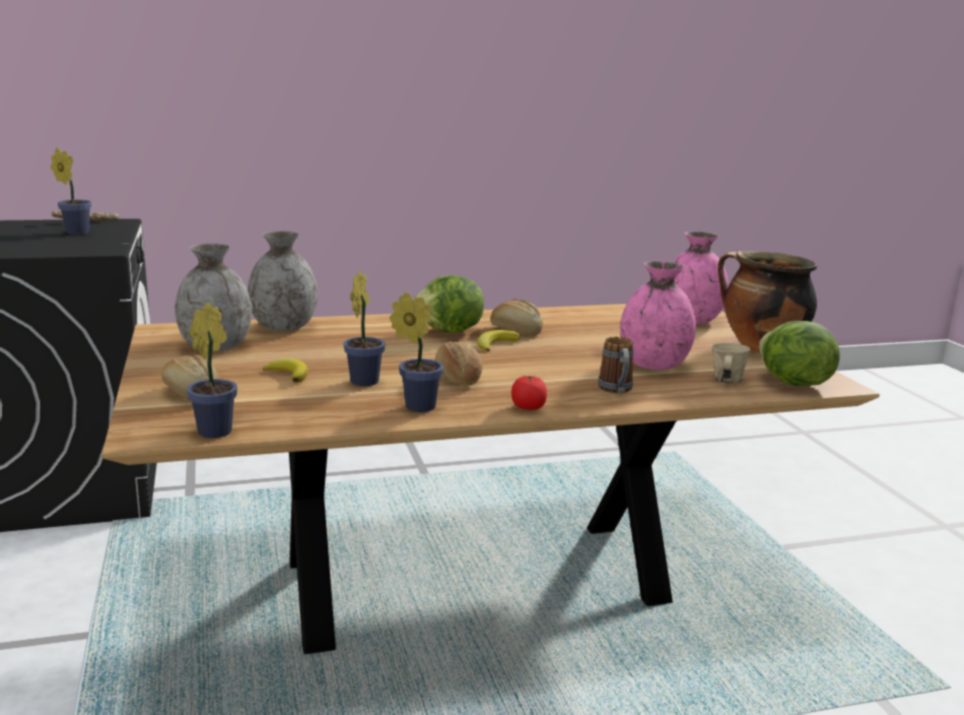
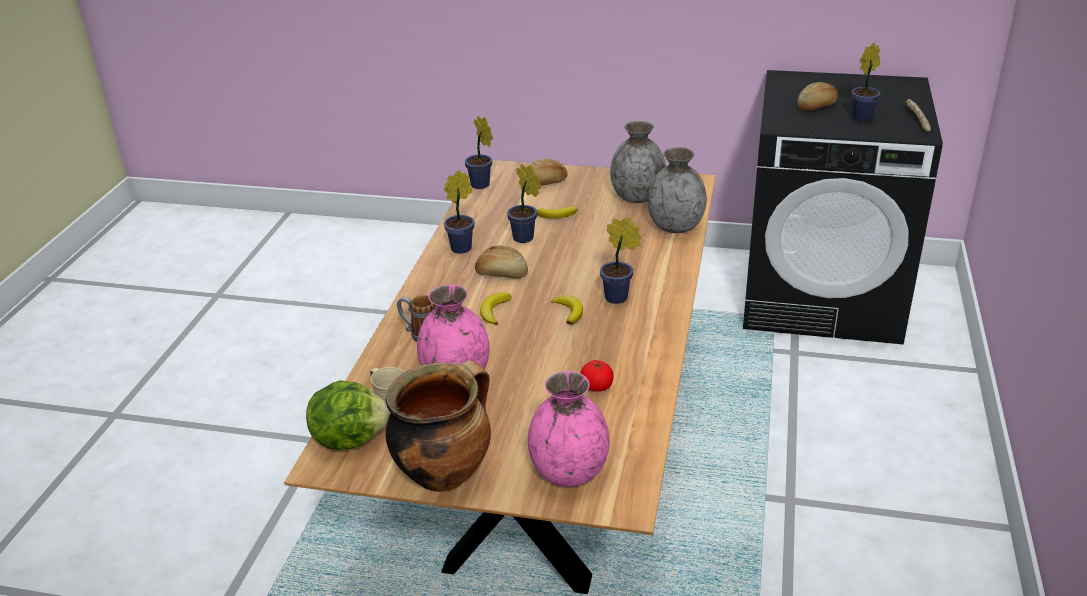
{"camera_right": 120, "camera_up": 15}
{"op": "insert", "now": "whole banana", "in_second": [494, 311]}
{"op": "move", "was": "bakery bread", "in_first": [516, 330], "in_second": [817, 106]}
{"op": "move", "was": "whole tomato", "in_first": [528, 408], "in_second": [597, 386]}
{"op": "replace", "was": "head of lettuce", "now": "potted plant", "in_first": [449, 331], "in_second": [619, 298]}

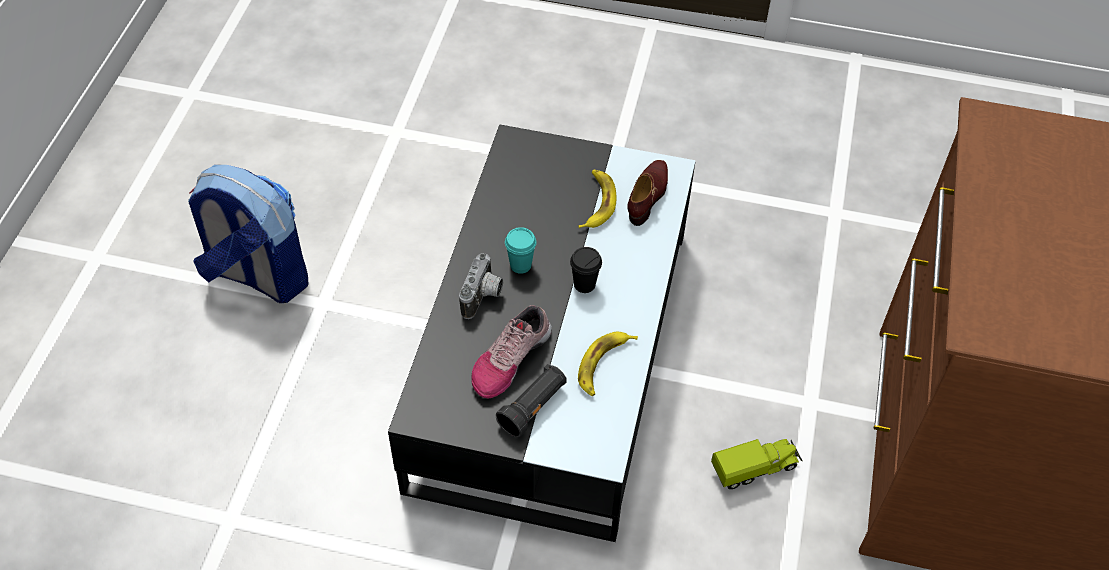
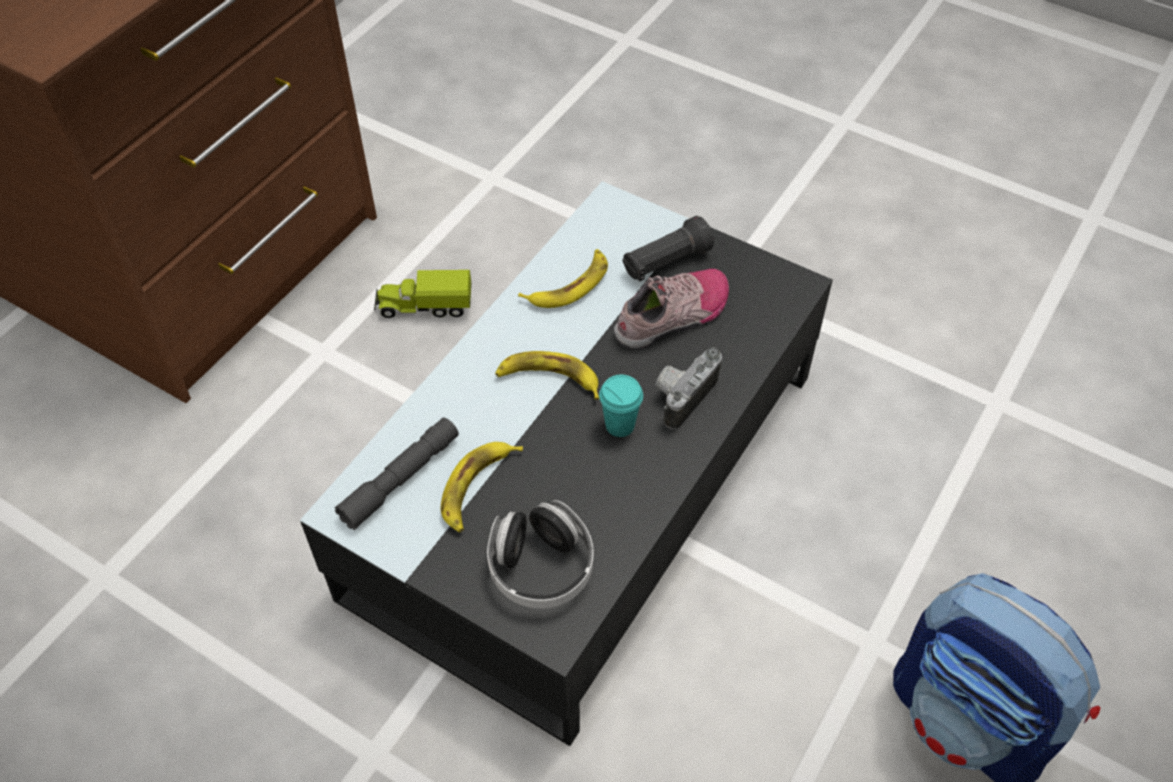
{"camera_right": -160, "camera_up": 0}
{"op": "insert", "now": "headset", "in_second": [541, 568]}
{"op": "replace", "was": "black small cup", "now": "whole banana", "in_first": [584, 284], "in_second": [548, 378]}
{"op": "replace", "was": "brownish shoe", "now": "greyish flashlight", "in_first": [648, 196], "in_second": [400, 479]}

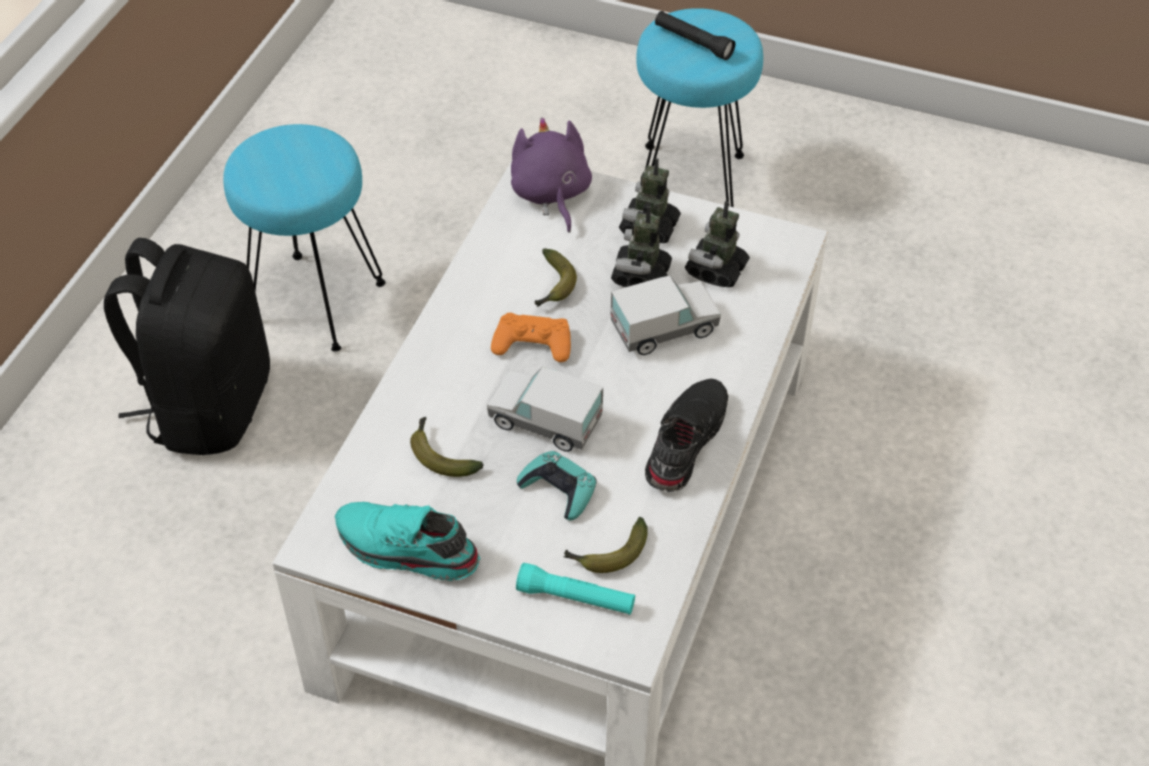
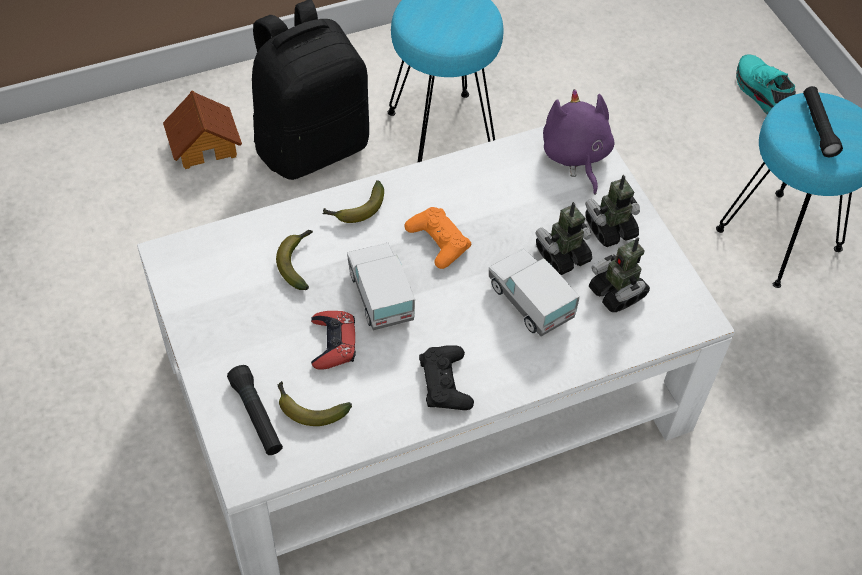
{"camera_right": 45, "camera_up": 5}
{"op": "insert", "now": "miniature house", "in_second": [205, 144]}
{"op": "move", "was": "turquoise shoe", "in_first": [405, 551], "in_second": [761, 94]}
{"op": "move", "was": "whole banana", "in_first": [553, 286], "in_second": [355, 210]}
{"op": "replace", "was": "black shoe", "now": "black game controller", "in_first": [683, 441], "in_second": [445, 382]}
{"op": "recolor", "was": "turquoise flashlight", "now": "black flashlight", "in_first": [575, 598], "in_second": [257, 416]}
{"op": "recolor", "was": "turquoise game controller", "now": "red-coloured game controller", "in_first": [558, 490], "in_second": [333, 343]}
{"op": "rotate", "was": "purple-coloured soft toy", "in_first": [551, 194], "in_second": [575, 156], "clockwise": -45}
{"op": "rotate", "was": "toy truck", "in_first": [664, 329], "in_second": [530, 302], "clockwise": -150}
{"op": "rotate", "was": "robot figure", "in_first": [716, 270], "in_second": [617, 293], "clockwise": -105}

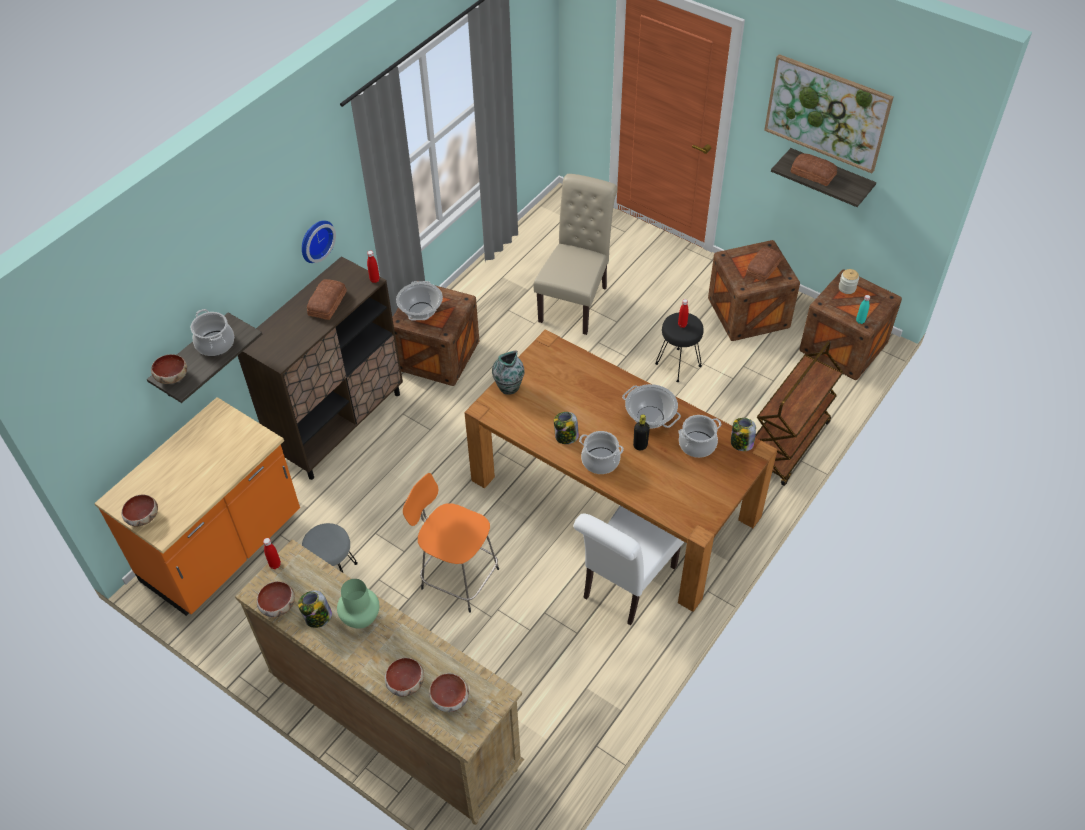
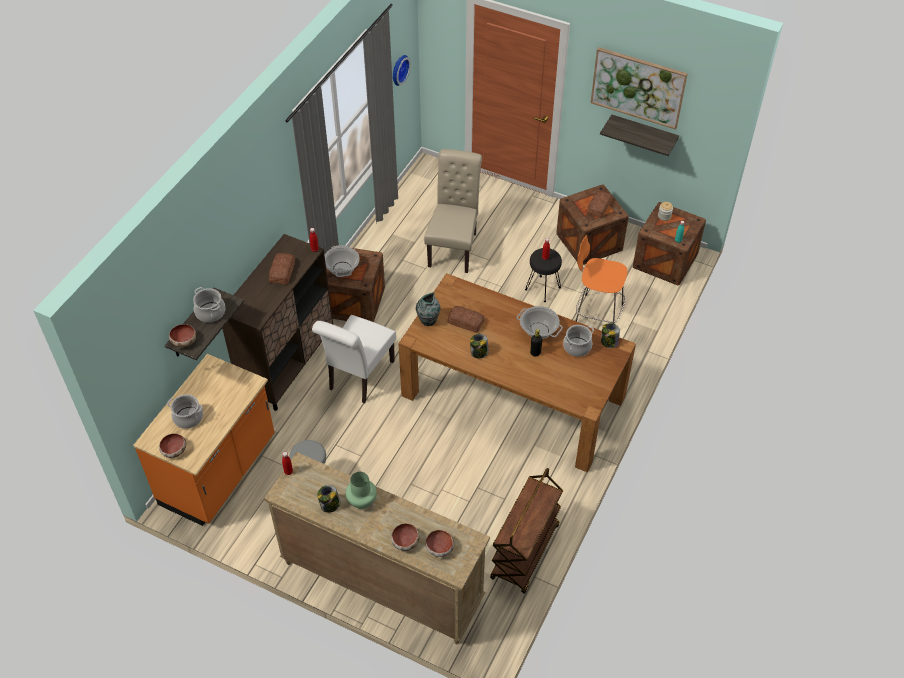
{"camera_right": -10, "camera_up": 0}
{"op": "delete", "was": "serving bowl", "in_first": [278, 606]}
{"op": "move", "was": "wall clock", "in_first": [315, 240], "in_second": [398, 69]}
{"op": "move", "was": "orange-coloured stool", "in_first": [457, 577], "in_second": [597, 313]}
{"op": "move", "was": "whitish upright chair", "in_first": [625, 585], "in_second": [358, 378]}
{"op": "move", "was": "stockpot", "in_first": [600, 461], "in_second": [188, 418]}
{"op": "move", "was": "brownish wheeled cart", "in_first": [788, 445], "in_second": [525, 552]}
{"op": "move", "was": "bakery bread", "in_first": [813, 173], "in_second": [465, 321]}

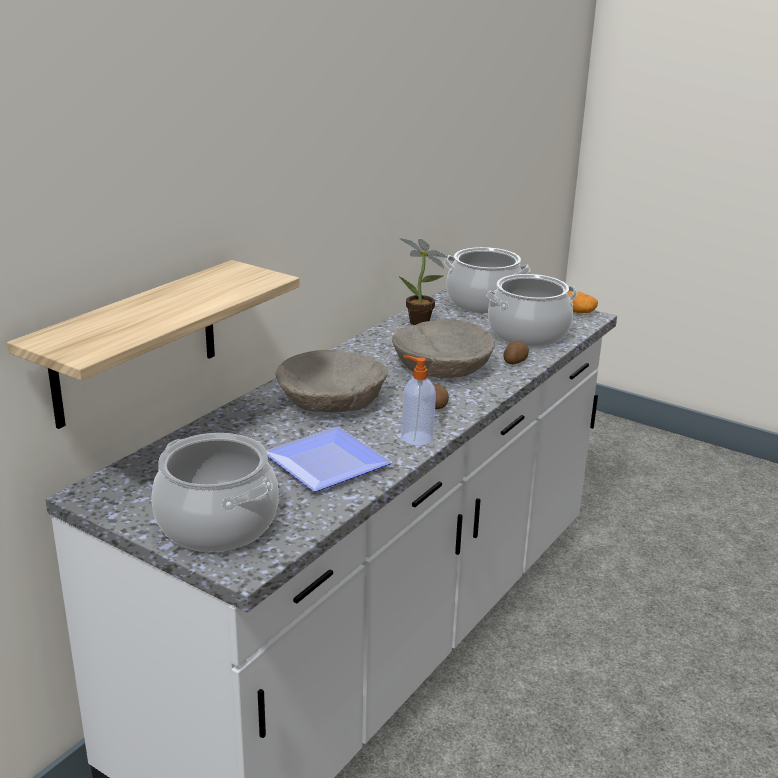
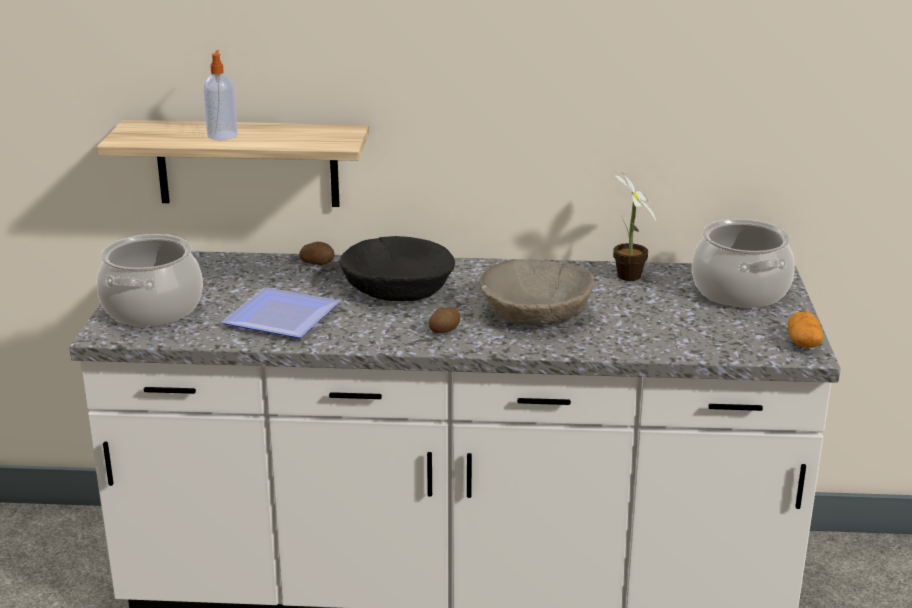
{"camera_right": 60, "camera_up": 0}
{"op": "delete", "was": "stockpot", "in_first": [528, 333]}
{"op": "move", "was": "liquid soap bottle", "in_first": [416, 438], "in_second": [222, 135]}
{"op": "move", "was": "whole potato", "in_first": [514, 361], "in_second": [317, 262]}
{"op": "recolor", "was": "beige serving bowl", "now": "black serving bowl", "in_first": [331, 401], "in_second": [397, 288]}

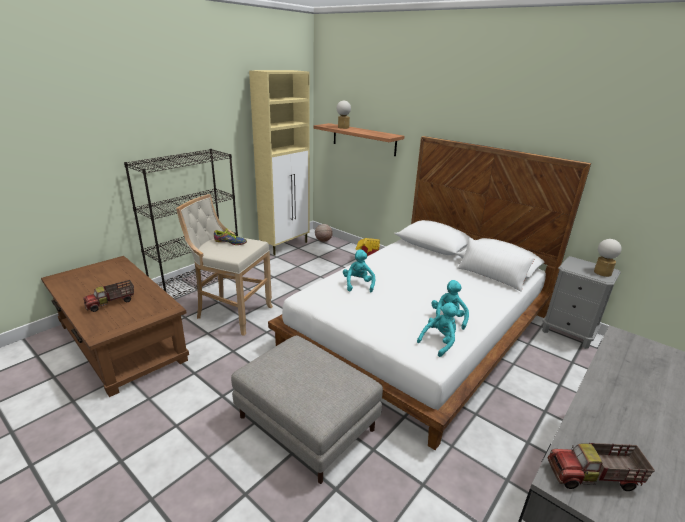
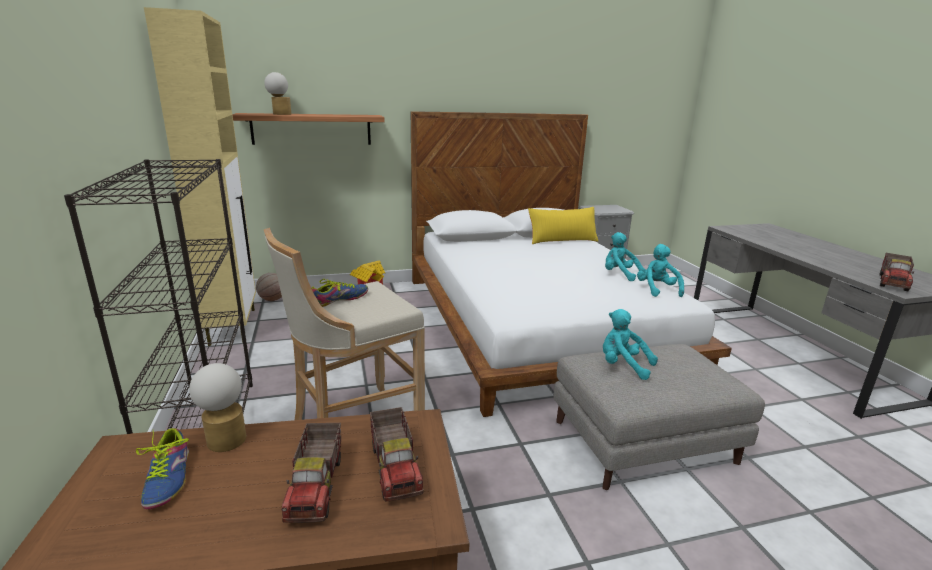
{"camera_right": -55, "camera_up": -5}
{"op": "insert", "now": "shoe", "in_second": [168, 478]}
{"op": "insert", "now": "toy truck", "in_second": [396, 467]}
{"op": "move", "was": "turquoise soft toy", "in_first": [358, 284], "in_second": [623, 366]}
{"op": "move", "was": "tabletop lamp", "in_first": [602, 272], "in_second": [226, 437]}
{"op": "recolor", "was": "whitish pillow", "now": "yellow-coloured pillow", "in_first": [491, 277], "in_second": [562, 240]}

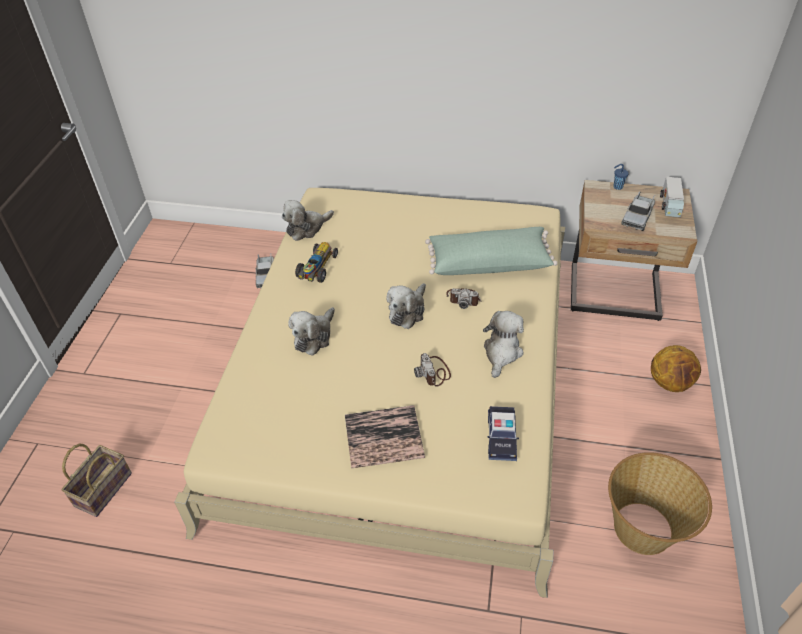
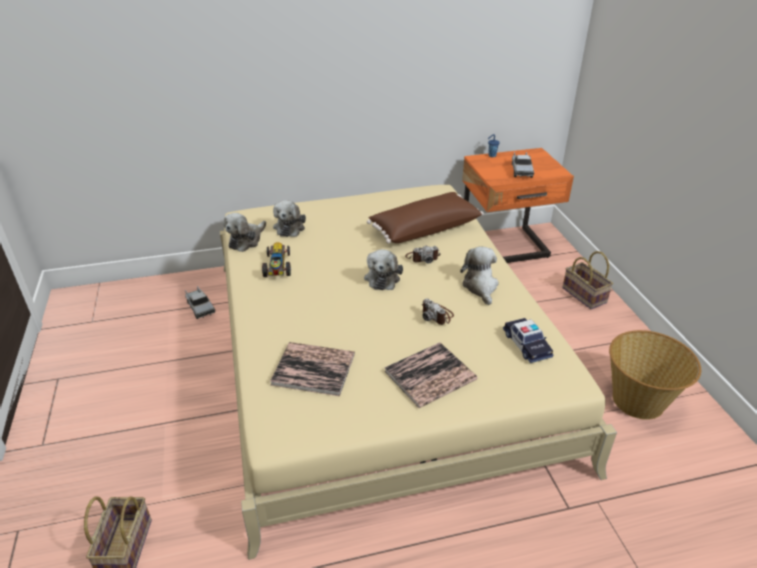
{"camera_right": -25, "camera_up": -10}
{"op": "delete", "was": "toy truck", "in_first": [670, 205]}
{"op": "insert", "now": "bound book", "in_second": [313, 369]}
{"op": "move", "was": "soft toy", "in_first": [314, 336], "in_second": [290, 227]}
{"op": "replace", "was": "basketball ball", "now": "basket", "in_first": [670, 383], "in_second": [585, 295]}
{"op": "recolor", "was": "green pillow", "now": "brownish pillow", "in_first": [488, 262], "in_second": [424, 228]}
{"op": "recolor", "was": "beige nightstand", "now": "orange-coloured nightstand", "in_first": [615, 295], "in_second": [505, 249]}

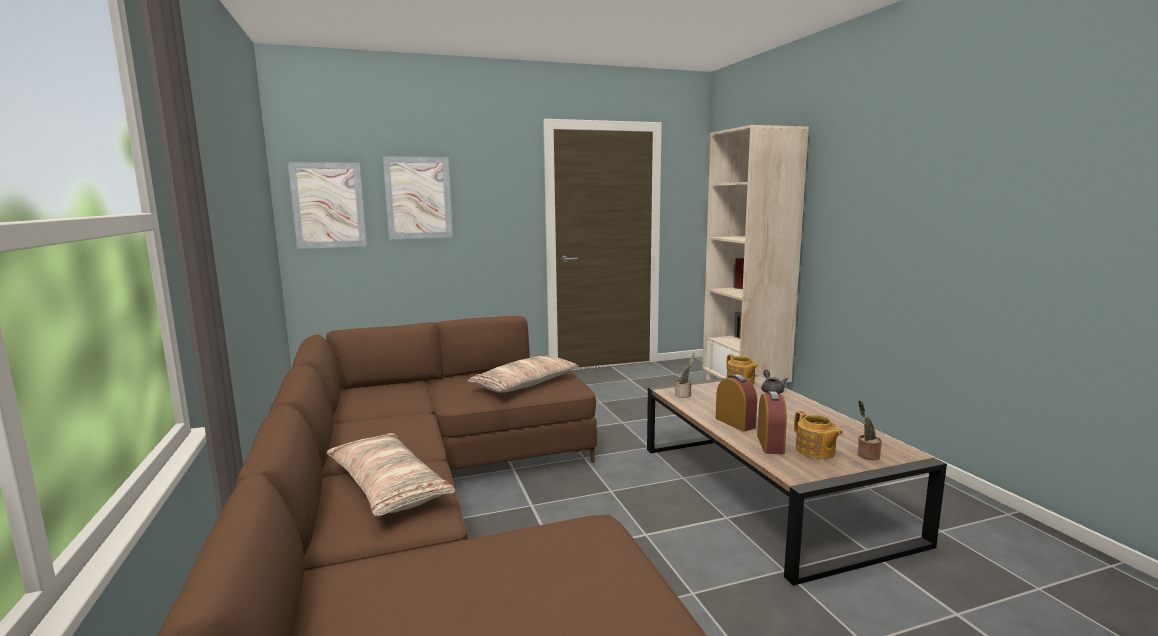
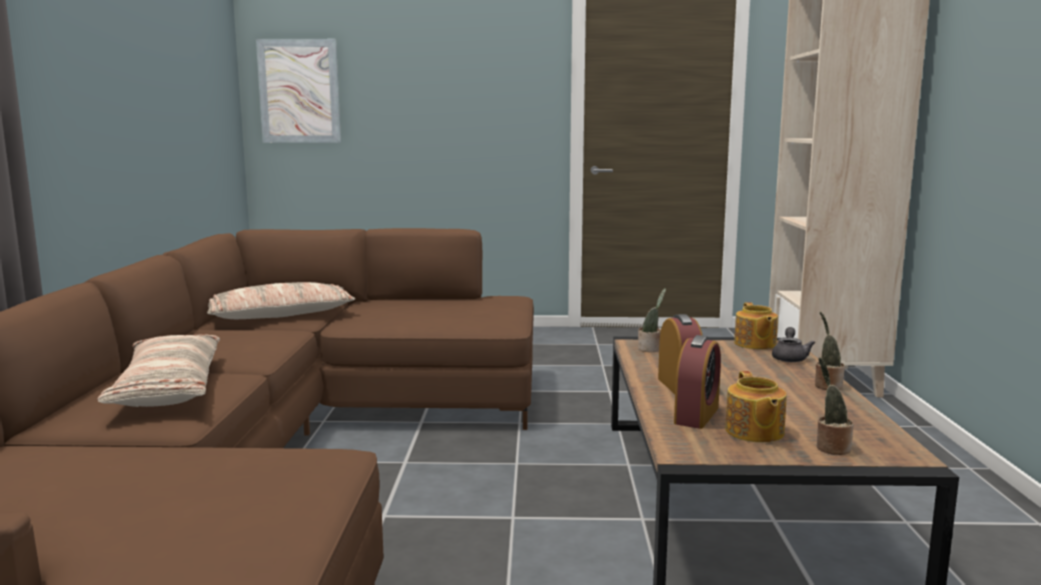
{"camera_right": 20, "camera_up": 0}
{"op": "delete", "was": "picture", "in_first": [418, 198]}
{"op": "insert", "now": "potted plant", "in_second": [826, 385]}
{"op": "move", "was": "pillow", "in_first": [526, 384], "in_second": [280, 316]}

